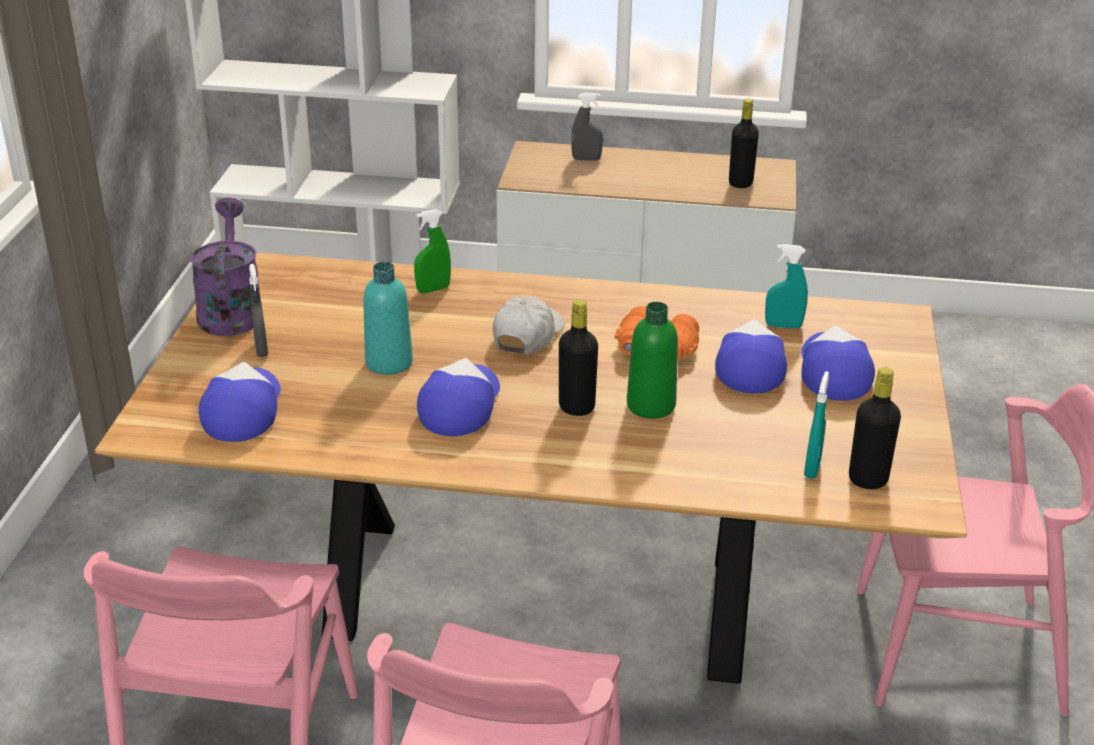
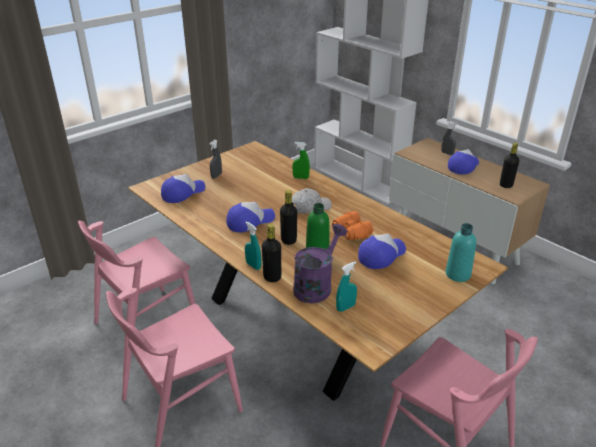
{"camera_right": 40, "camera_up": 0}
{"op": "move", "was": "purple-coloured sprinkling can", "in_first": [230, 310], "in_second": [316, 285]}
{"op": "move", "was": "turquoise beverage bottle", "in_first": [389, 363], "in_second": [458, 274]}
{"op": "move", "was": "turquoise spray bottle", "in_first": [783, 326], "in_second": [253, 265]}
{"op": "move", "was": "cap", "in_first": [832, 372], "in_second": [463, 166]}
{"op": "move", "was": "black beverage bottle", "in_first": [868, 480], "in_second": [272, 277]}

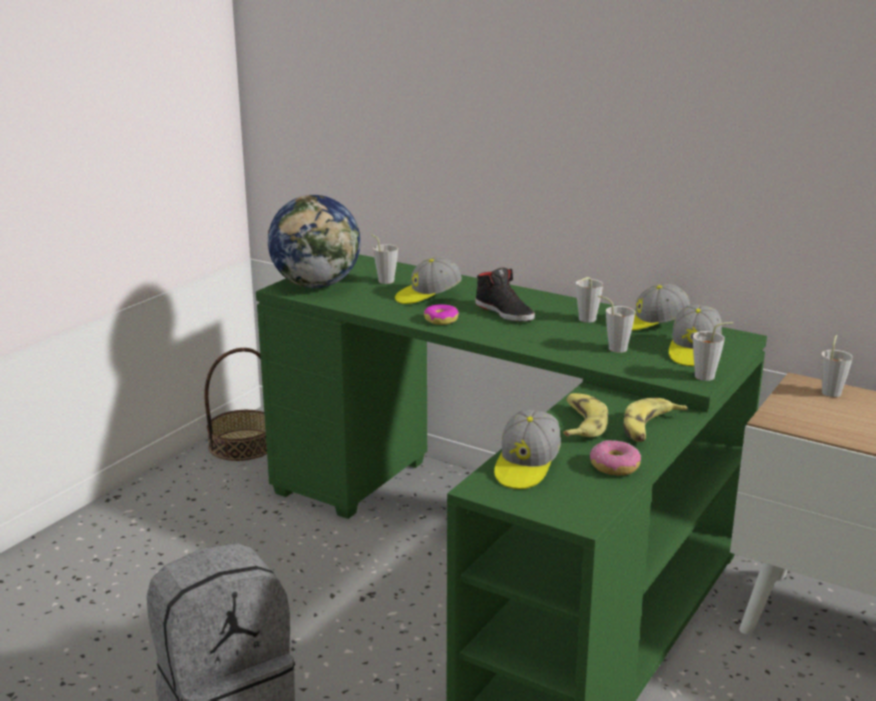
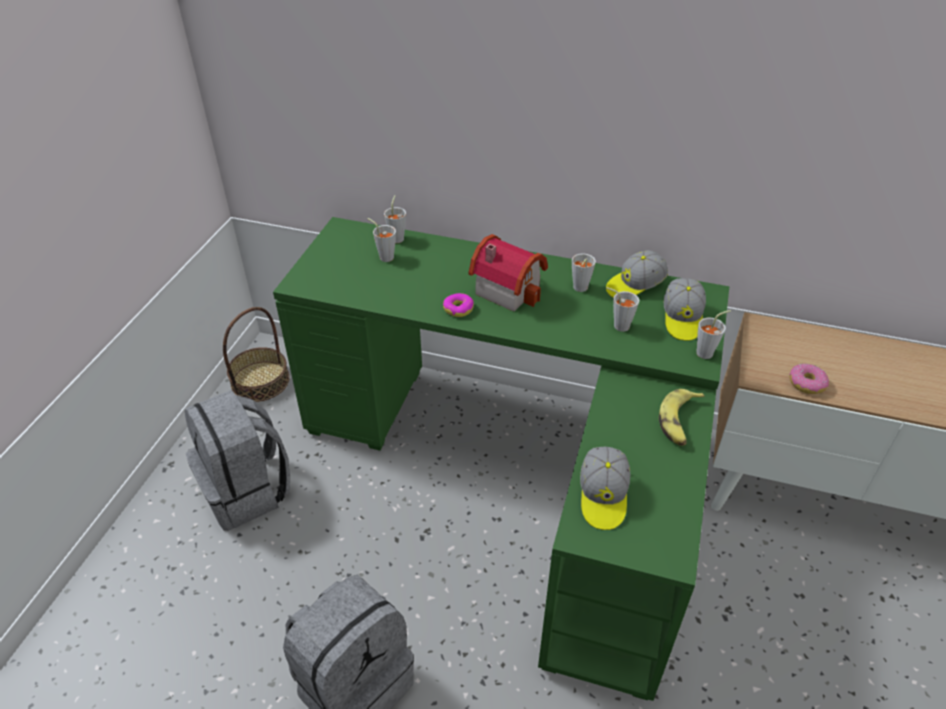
{"camera_right": -15, "camera_up": 20}
{"op": "delete", "was": "globe", "in_first": [317, 285]}
{"op": "delete", "was": "cap", "in_first": [427, 296]}
{"op": "delete", "was": "whole banana", "in_first": [581, 424]}
{"op": "insert", "now": "greyish backpack", "in_second": [247, 491]}
{"op": "move", "was": "doughnut", "in_first": [614, 466], "in_second": [806, 383]}
{"op": "move", "was": "greyish small cup", "in_first": [832, 391], "in_second": [397, 237]}
{"op": "replace", "was": "black shoe", "now": "miniature house", "in_first": [505, 312], "in_second": [508, 288]}

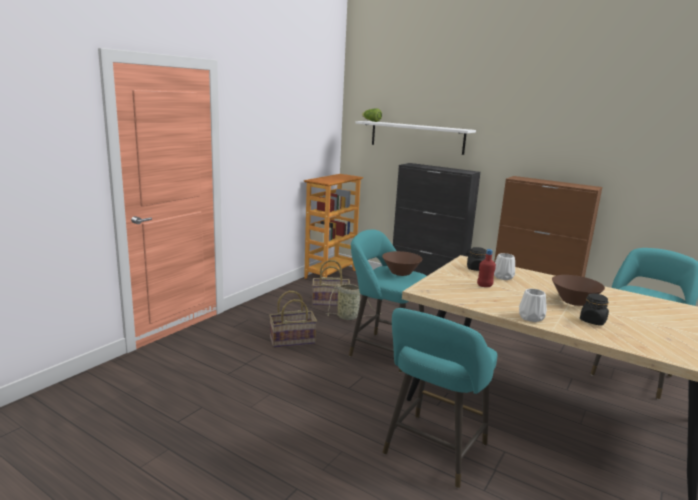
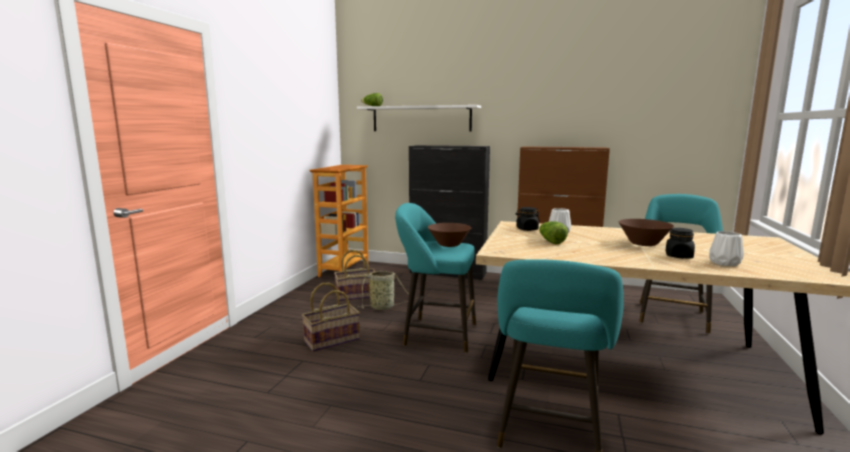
{"camera_right": -15, "camera_up": -5}
{"op": "move", "was": "whitish decorative vase", "in_first": [531, 318], "in_second": [725, 263]}
{"op": "replace", "was": "red-coloured beverage bottle", "now": "head of lettuce", "in_first": [484, 286], "in_second": [550, 241]}

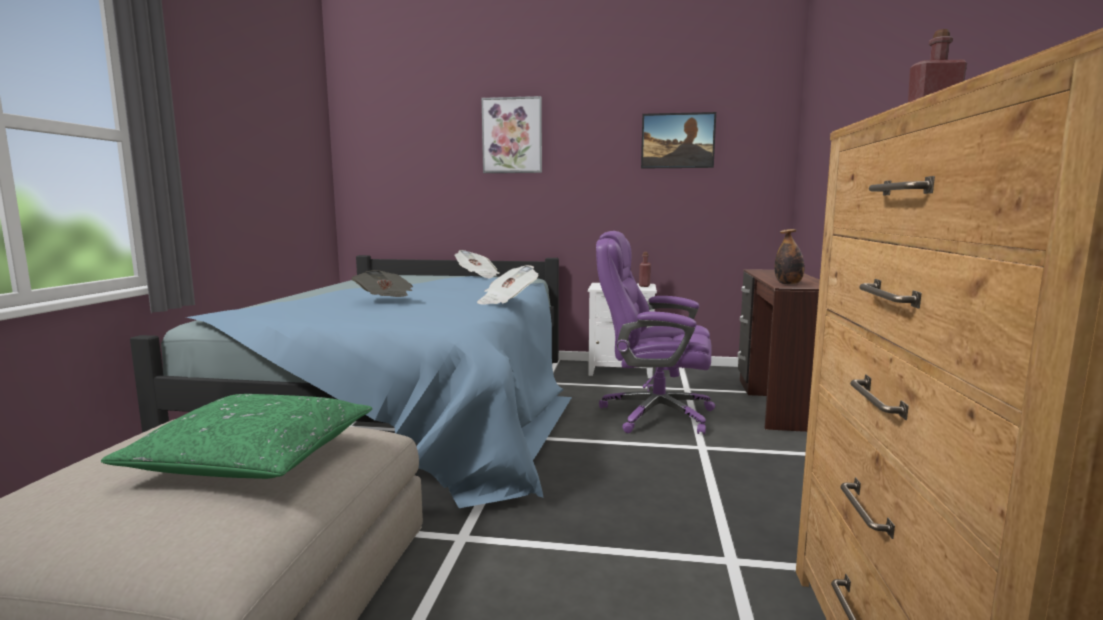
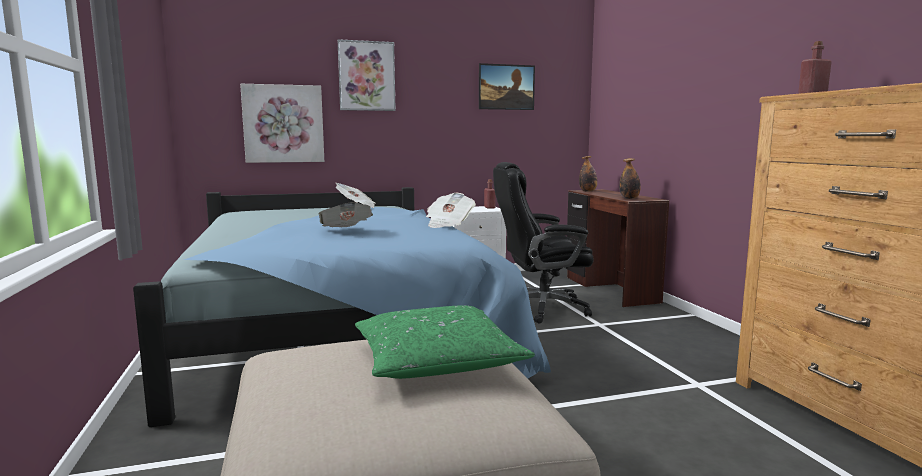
{"camera_right": -25, "camera_up": 0}
{"op": "insert", "now": "picture", "in_second": [283, 124]}
{"op": "insert", "now": "beverage bottle", "in_second": [588, 191]}
{"op": "recolor", "was": "purple-coloured computer chair", "now": "black computer chair", "in_first": [654, 414], "in_second": [540, 308]}

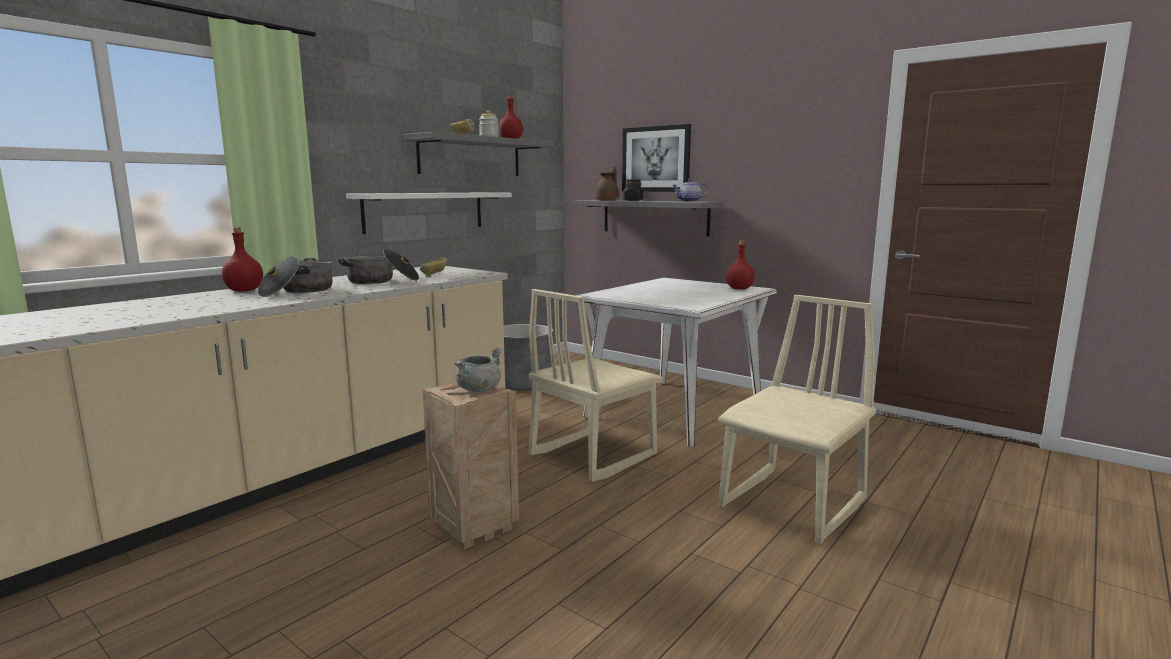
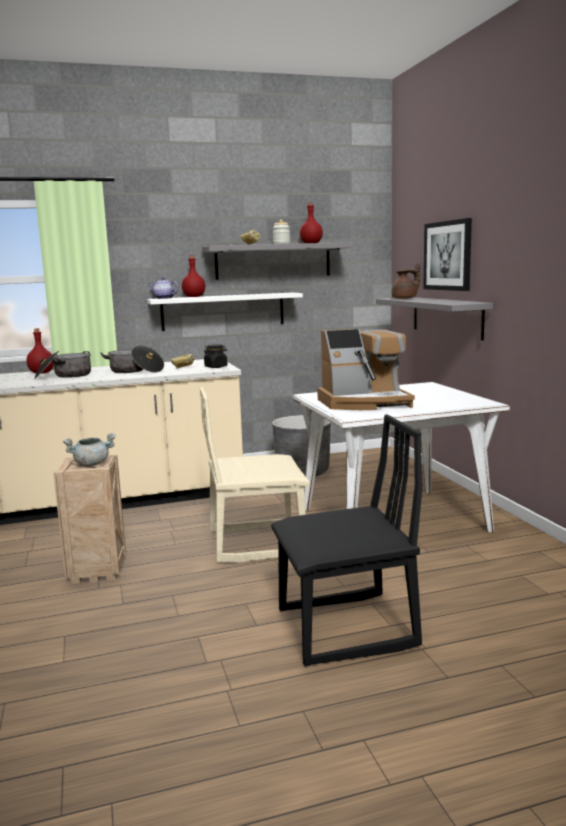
{"camera_right": 35, "camera_up": 0}
{"op": "insert", "now": "coffee maker", "in_second": [364, 403]}
{"op": "move", "was": "black preserve jar", "in_first": [633, 200], "in_second": [216, 367]}
{"op": "move", "was": "pot for tea", "in_first": [689, 201], "in_second": [163, 298]}
{"op": "move", "was": "red-coloured beverage bottle", "in_first": [739, 289], "in_second": [193, 297]}
{"op": "recolor", "was": "beige upright chair", "now": "black upright chair", "in_first": [794, 505], "in_second": [346, 629]}

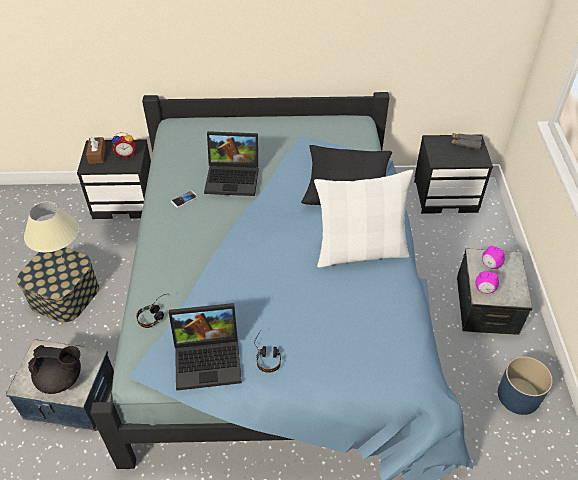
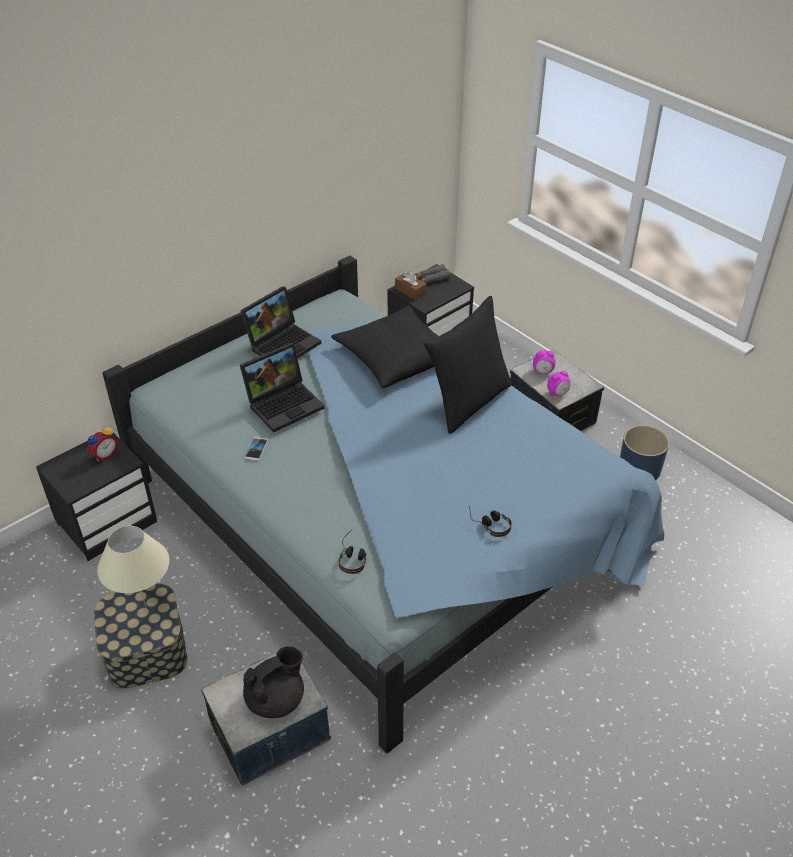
{"camera_right": -40, "camera_up": -5}
{"op": "move", "was": "brownish box of tissues", "in_first": [97, 154], "in_second": [410, 291]}
{"op": "move", "was": "portable computer", "in_first": [209, 358], "in_second": [283, 343]}
{"op": "recolor", "was": "whitish pillow", "now": "black pillow", "in_first": [360, 251], "in_second": [469, 402]}

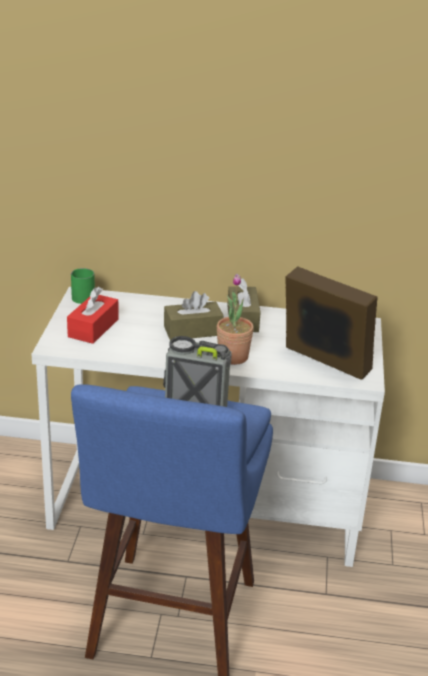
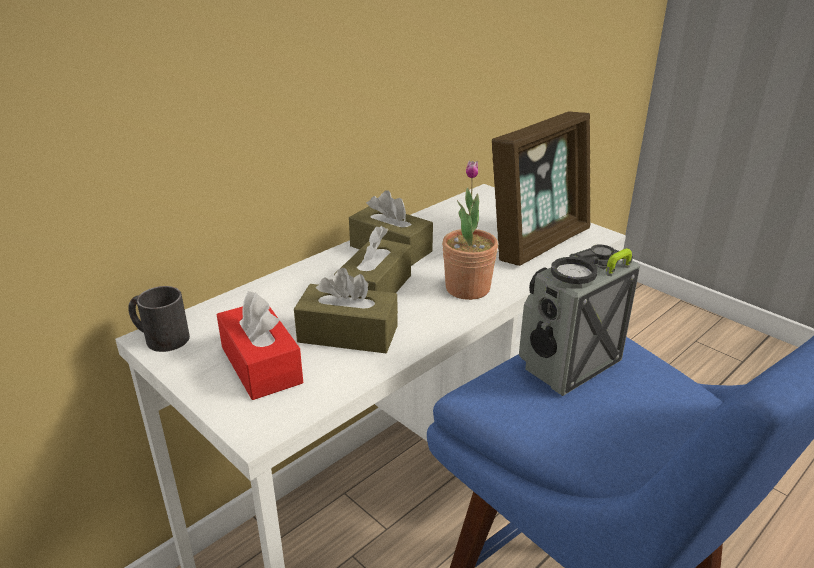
{"camera_right": -50, "camera_up": 0}
{"op": "insert", "now": "brownish box of tissues", "in_second": [348, 334]}
{"op": "recolor", "was": "green tea mug", "now": "black tea mug", "in_first": [82, 295], "in_second": [160, 337]}
{"op": "rotate", "was": "standing frame", "in_first": [324, 362], "in_second": [539, 242], "clockwise": 150}

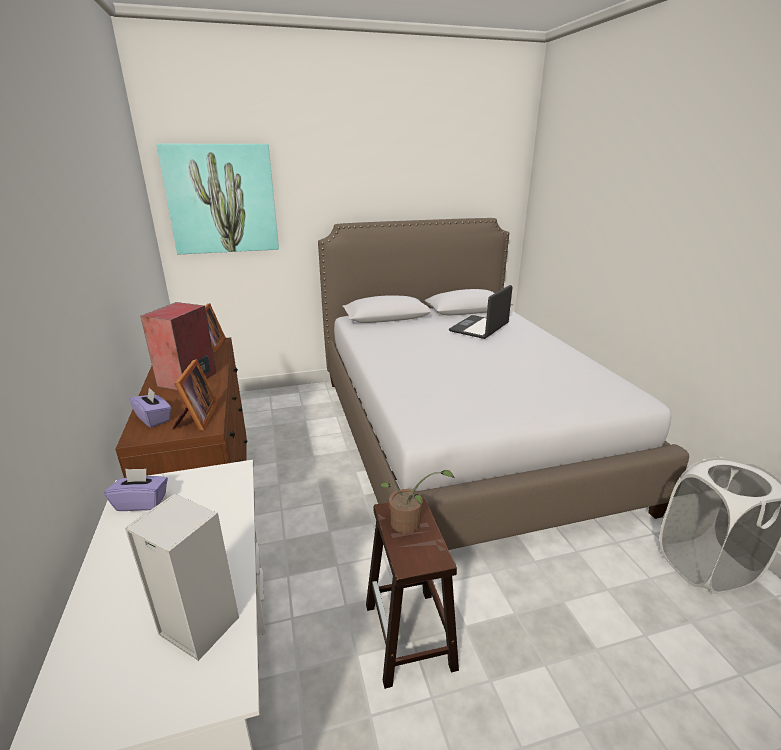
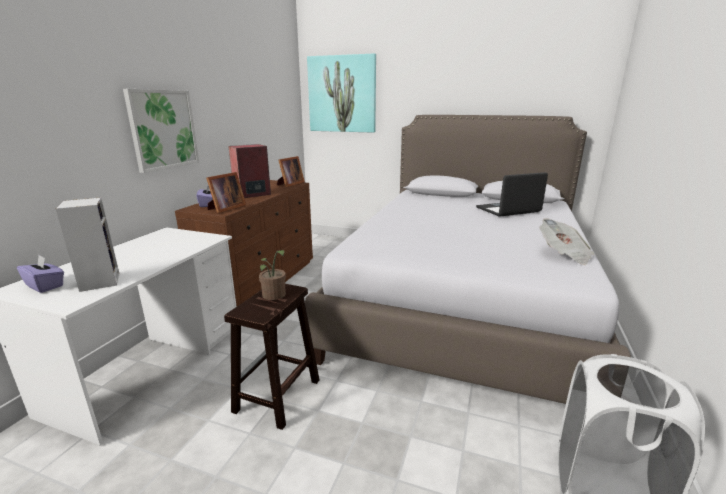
{"camera_right": 35, "camera_up": -5}
{"op": "insert", "now": "picture", "in_second": [163, 129]}
{"op": "insert", "now": "newspaper", "in_second": [564, 255]}
{"op": "move", "was": "purple-coloured box of tissues", "in_first": [142, 502], "in_second": [45, 286]}

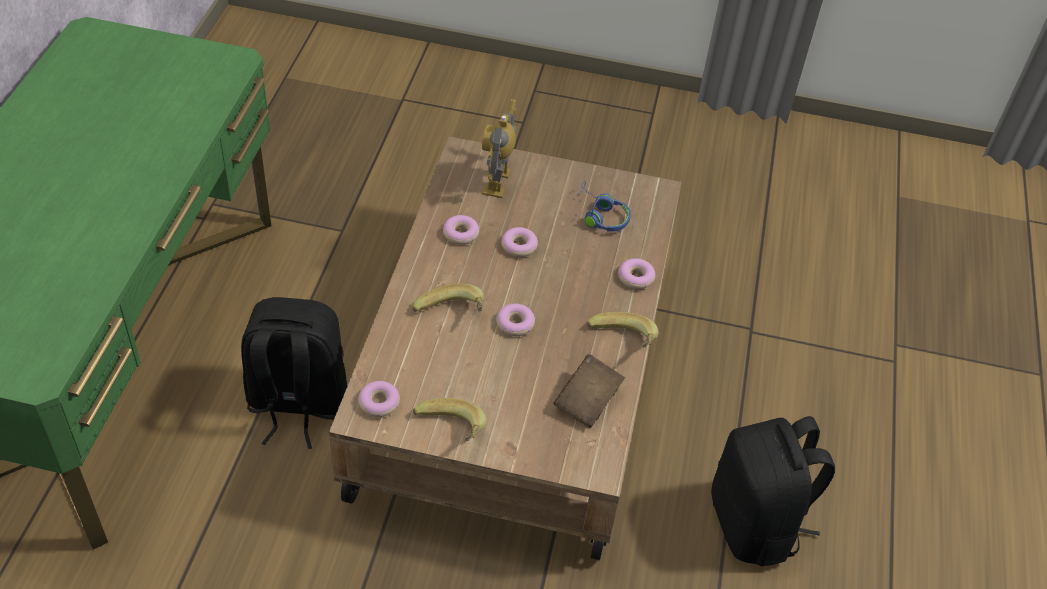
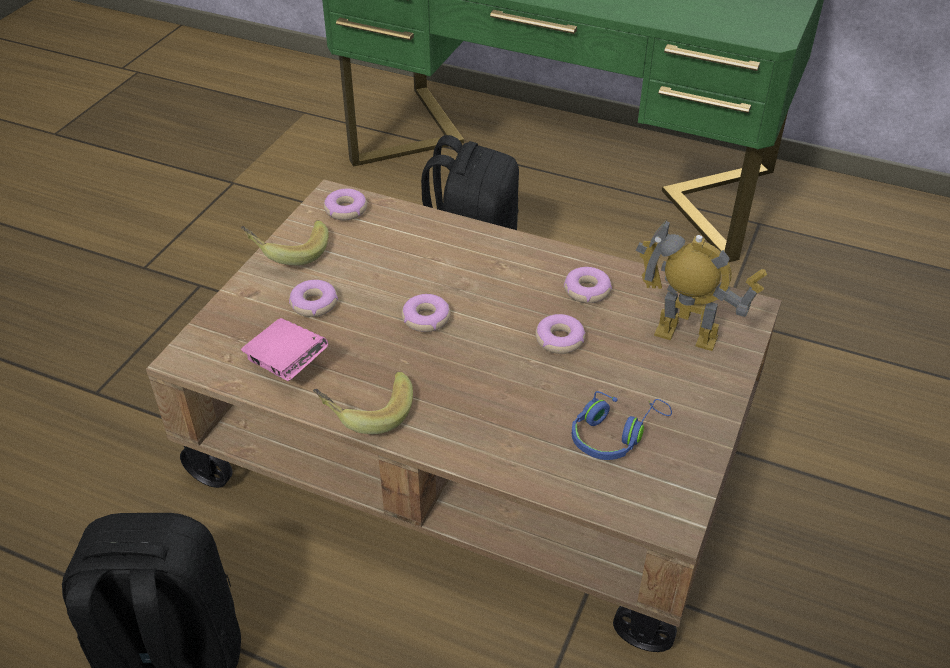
{"camera_right": 105, "camera_up": -5}
{"op": "delete", "was": "whole banana", "in_first": [451, 316]}
{"op": "move", "was": "doughnut", "in_first": [635, 278], "in_second": [314, 304]}
{"op": "recolor", "was": "brownish bound book", "now": "pink bound book", "in_first": [587, 401], "in_second": [287, 363]}

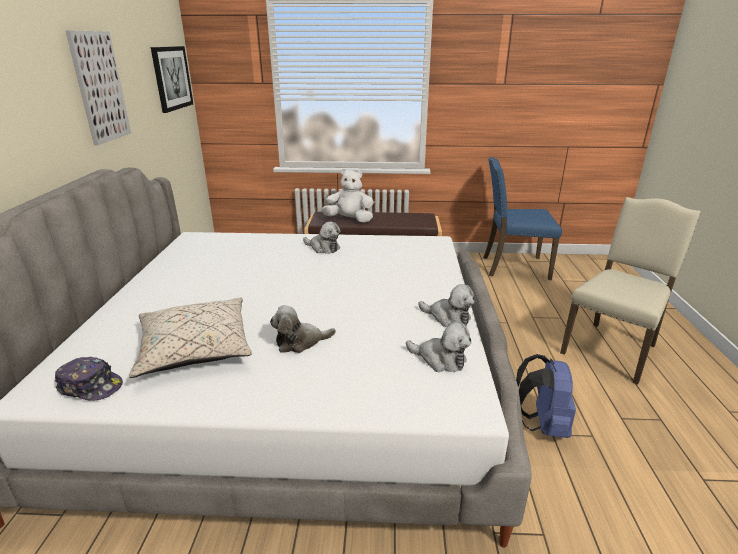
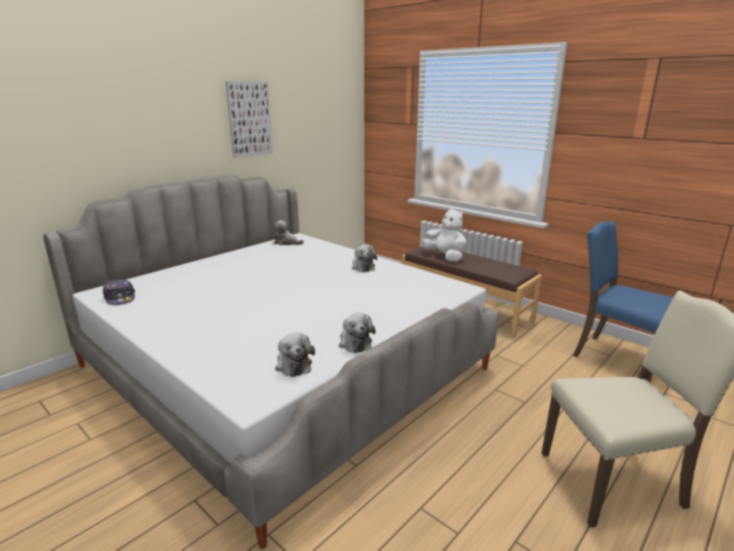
{"camera_right": 40, "camera_up": -5}
{"op": "delete", "was": "beige pillow", "in_first": [195, 349]}
{"op": "delete", "was": "picture", "in_first": [172, 78]}
{"op": "delete", "was": "bluish backpack", "in_first": [542, 425]}
{"op": "move", "was": "soft toy", "in_first": [300, 342], "in_second": [286, 243]}

